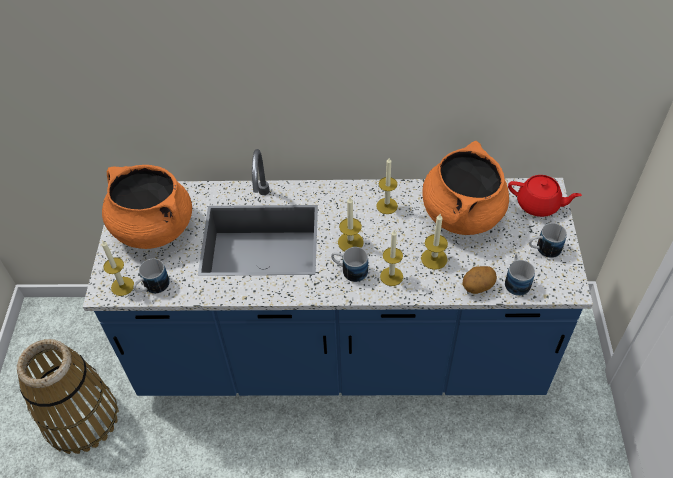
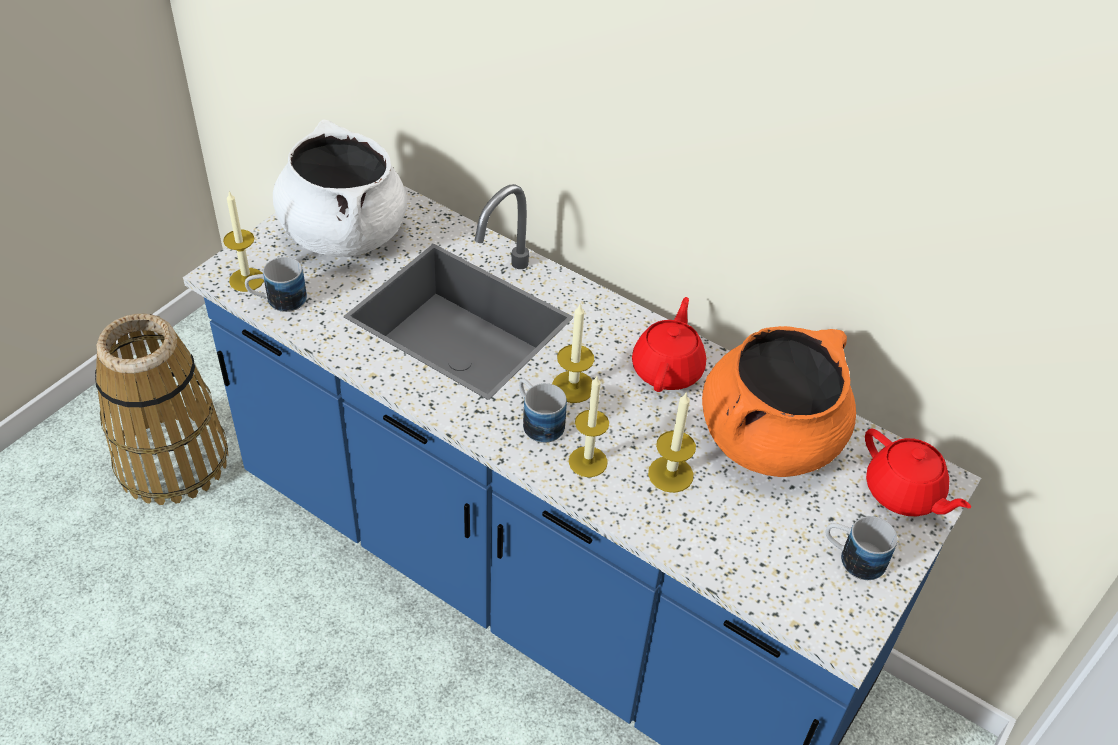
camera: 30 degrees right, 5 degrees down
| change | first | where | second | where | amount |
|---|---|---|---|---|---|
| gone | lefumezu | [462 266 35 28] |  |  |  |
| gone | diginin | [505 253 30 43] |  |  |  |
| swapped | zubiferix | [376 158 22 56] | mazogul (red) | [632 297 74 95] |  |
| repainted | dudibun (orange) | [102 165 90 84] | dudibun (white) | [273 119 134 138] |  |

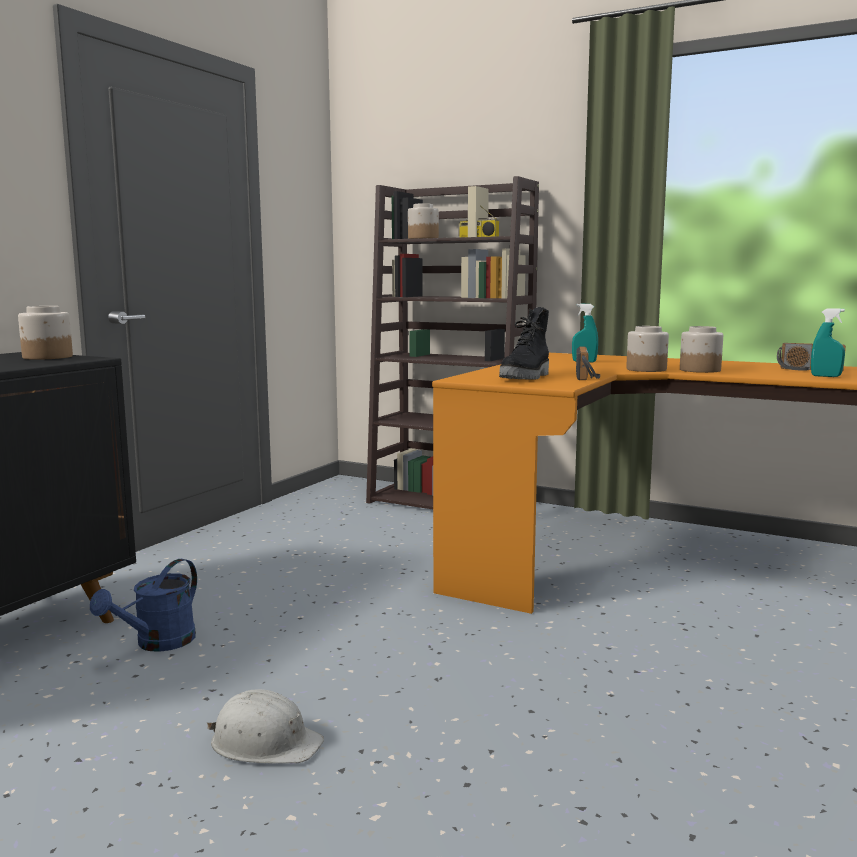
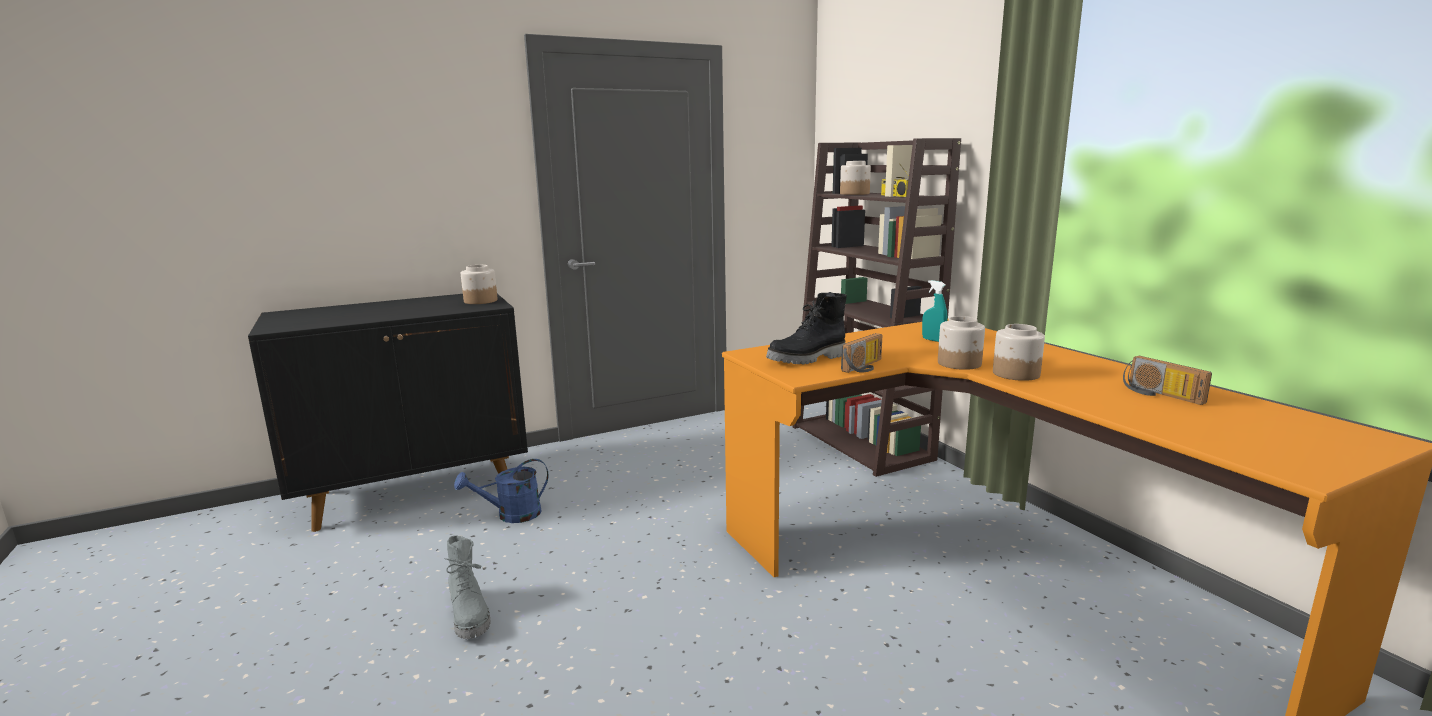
camera: 35 degrees right, 5 degrees up
| change | first | where | second | where | amount |
|---|---|---|---|---|---|
| gone | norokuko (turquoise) | [811 308 34 69] |  |  |  |
| swapped | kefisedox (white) | [207 689 117 74] | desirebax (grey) | [445 535 46 104] |  |

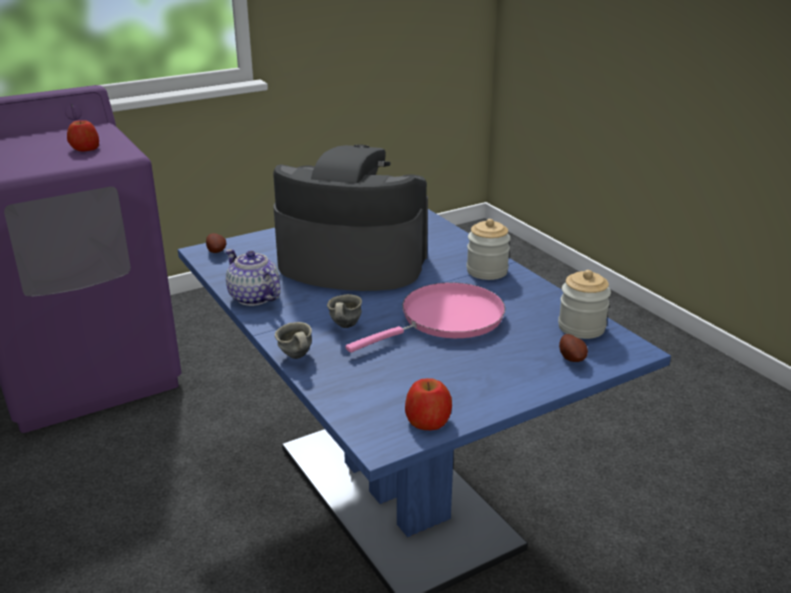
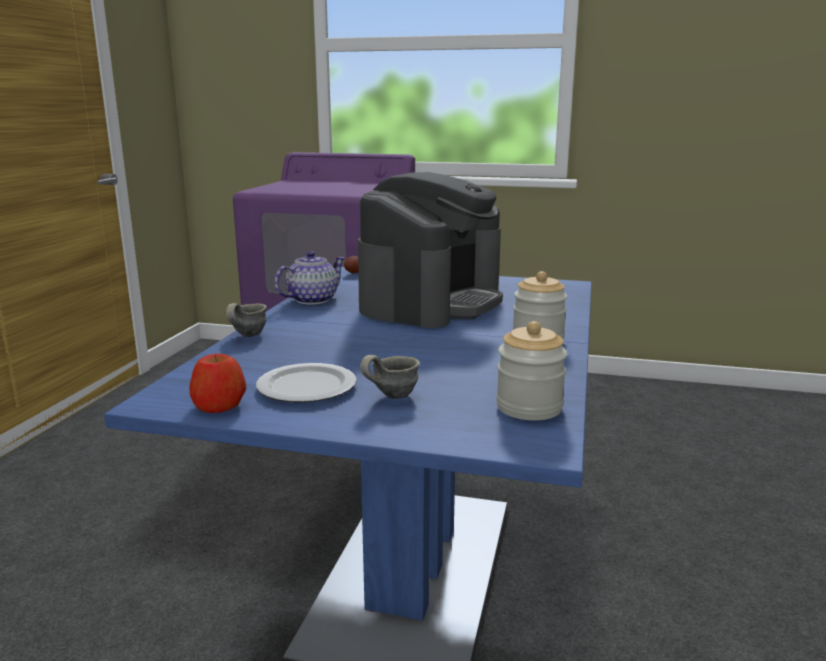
camera: 45 degrees right, 10 degrees down
| change | first | where | second | where | amount |
|---|---|---|---|---|---|
| gone | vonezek | [67 120 32 32] |  |  |  |
| gone | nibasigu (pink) | [346 282 159 71] |  |  |  |
| gone | lefumezu | [559 334 29 28] |  |  |  |
| new |  |  | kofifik | [256 363 101 40] |  |
| shifted | diginin (grey) | [327 294 35 34] |  | [360 355 60 43] |  |
| rotated | mazogul | [225 249 56 57] |  | [275 251 70 54] | 45 degrees clockwise |
| rotated | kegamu | [273 144 155 147] |  | [358 172 145 156] | 60 degrees clockwise |

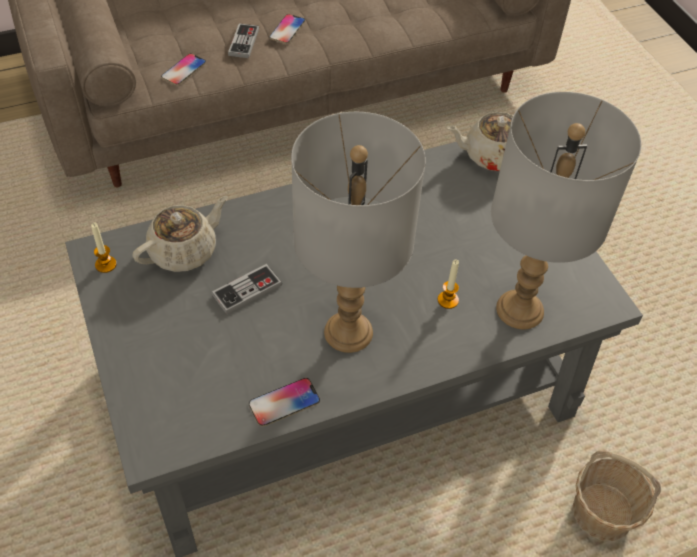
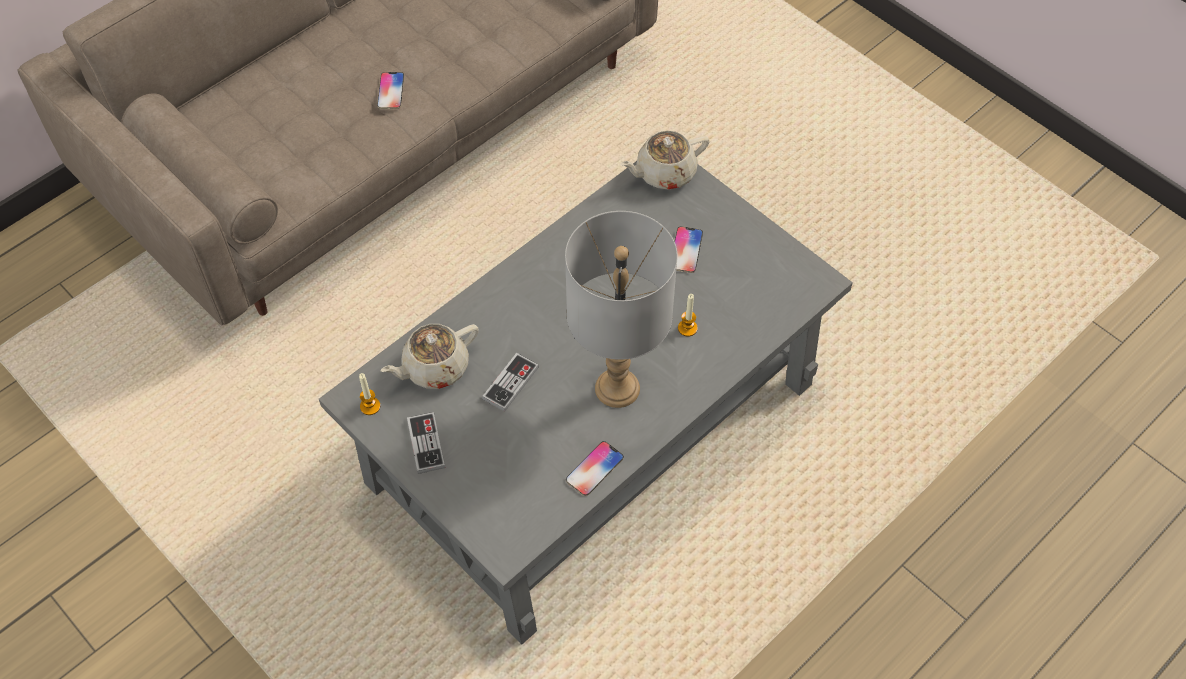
camera: 20 degrees left, 5 degrees up
| change | first | where | second | where | amount |
|---|---|---|---|---|---|
| gone | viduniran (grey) | [491 92 150 237] |  |  |  |
| gone | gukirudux | [573 451 88 90] |  |  |  |
| shifted | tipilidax | [161 54 45 31] |  | [674 226 29 47] |  |
| shifted | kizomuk | [228 23 31 35] |  | [407 412 38 62] |  |
| rotated | mazogul (beige) | [132 196 96 76] |  | [381 324 98 65] | 150 degrees counterclockwise |

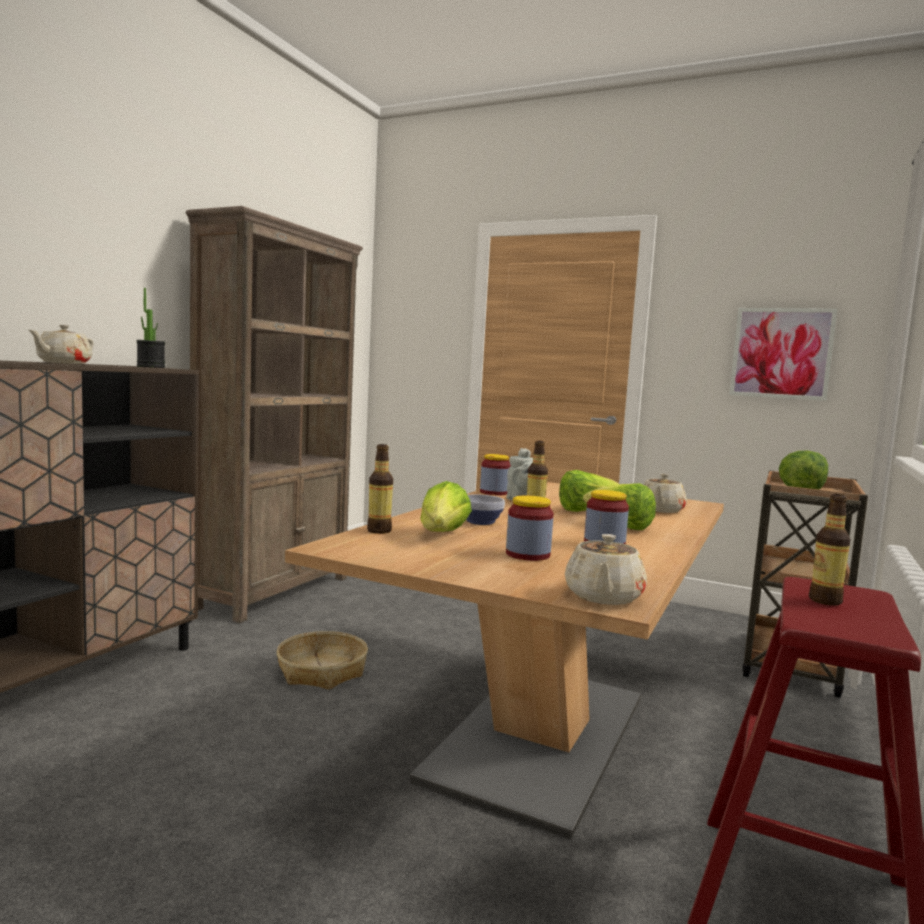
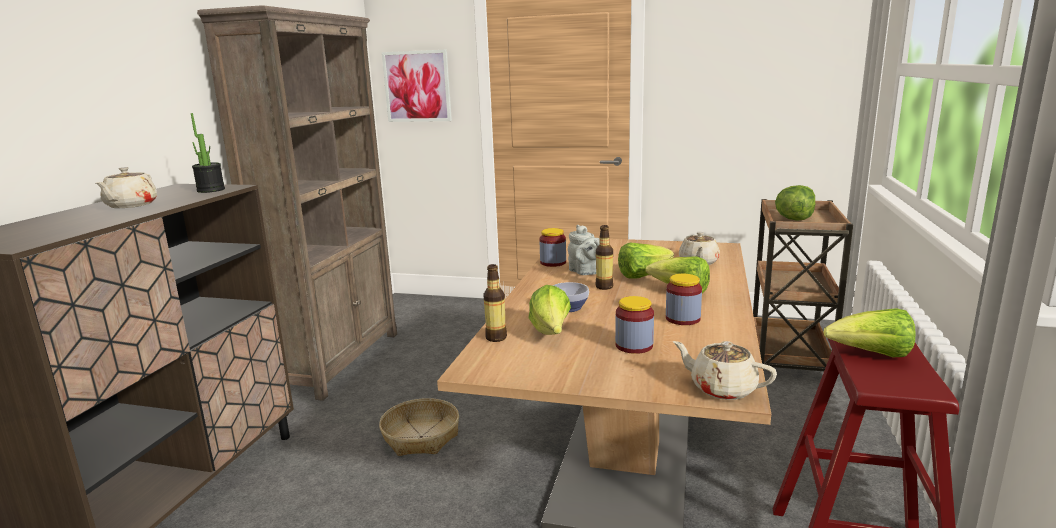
camera: 10 degrees left, 10 degrees up
| change | first | where | second | where | amount |
|---|---|---|---|---|---|
| shifted | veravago | [729 308 108 93] |  | [382 50 70 72] |  |
| swapped | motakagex | [809 494 42 112] | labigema | [824 308 92 49] |  |
| rotated | mazogul (beige) | [565 534 82 71] |  | [673 341 104 59] | 120 degrees clockwise |

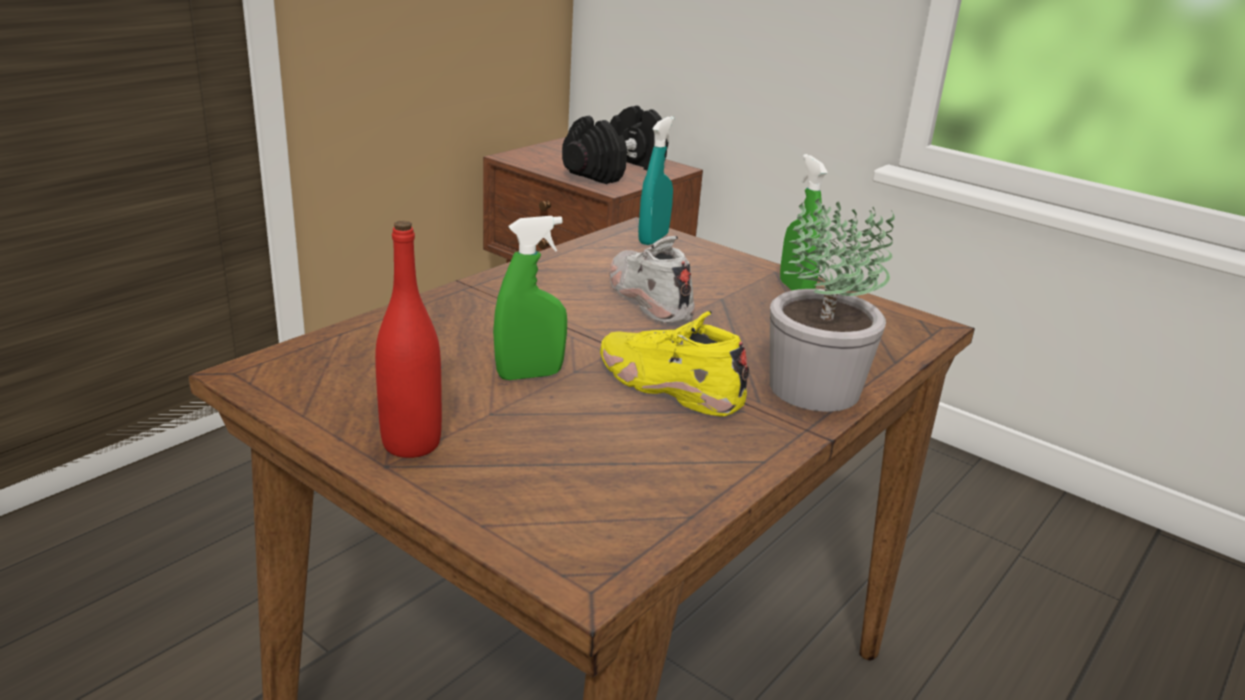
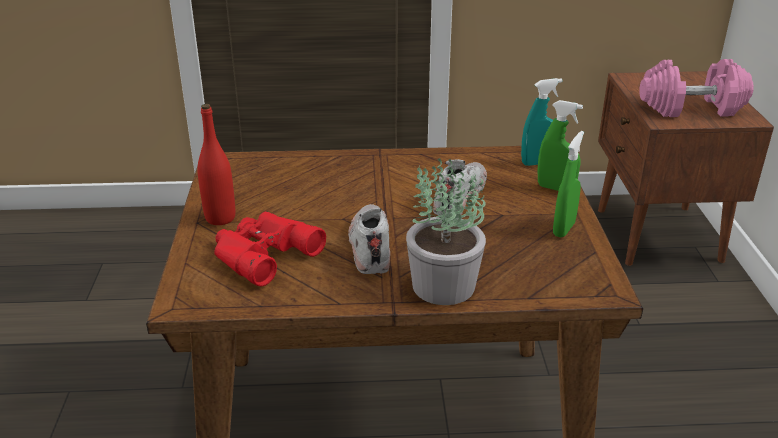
camera: 50 degrees right, 5 degrees up
| change | first | where | second | where | amount |
|---|---|---|---|---|---|
| new |  |  | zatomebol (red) | [214 211 112 75] |  |
| shifted | norokuko (green) | [493 216 74 164] |  | [538 100 45 91] |  |
| repainted | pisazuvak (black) | [562 105 106 79] | pisazuvak (pink) | [639 59 115 58] |  |
| repainted | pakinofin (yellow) | [600 311 150 106] | pakinofin (white) | [348 204 42 70] |  |

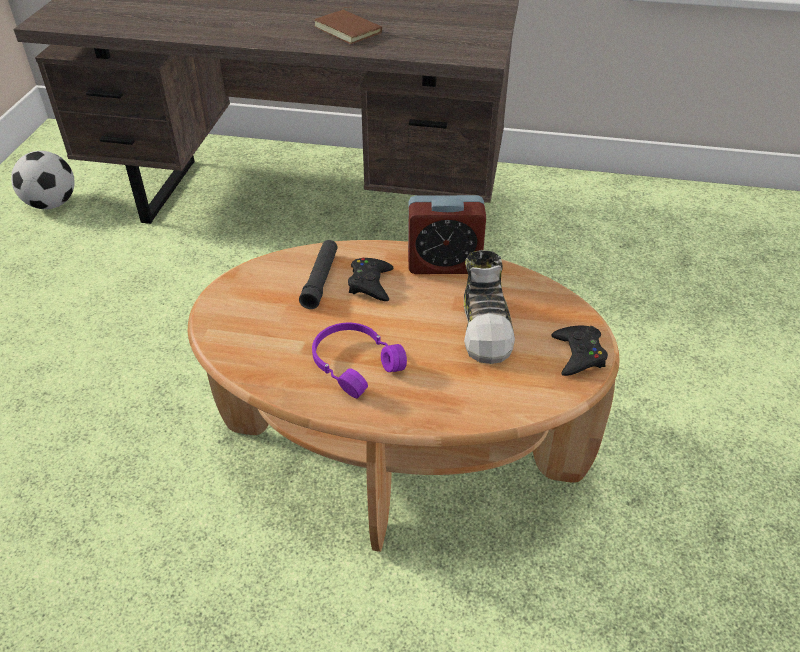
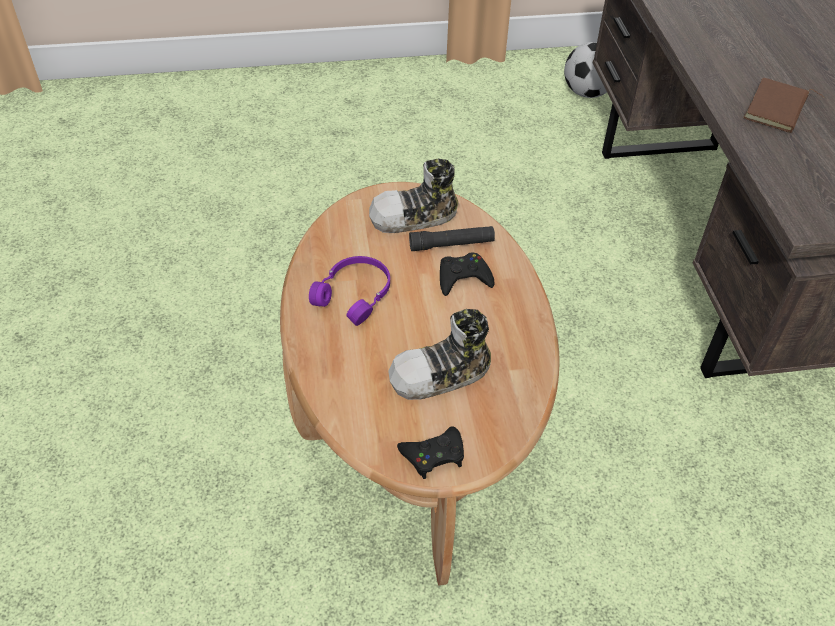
camera: 70 degrees right, 5 degrees up
| change | first | where | second | where | amount |
|---|---|---|---|---|---|
| gone | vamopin | [408 195 78 79] |  |  |  |
| new |  |  | pakinofin | [369 159 90 74] |  |

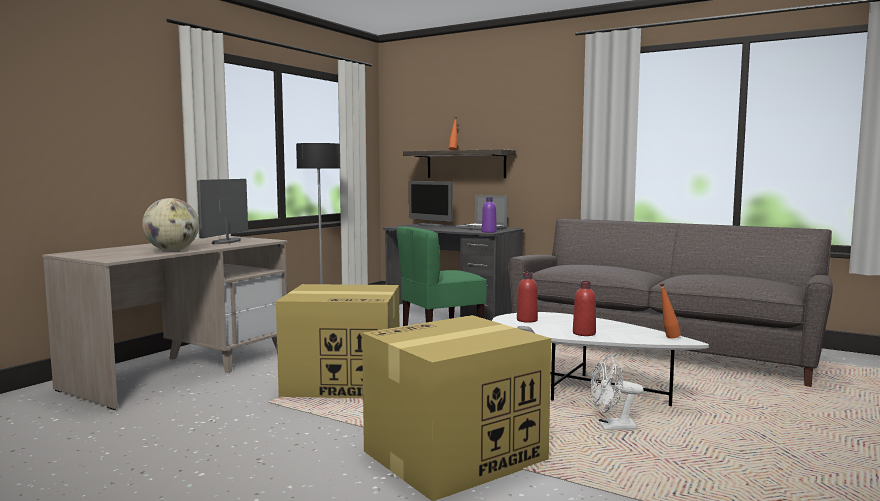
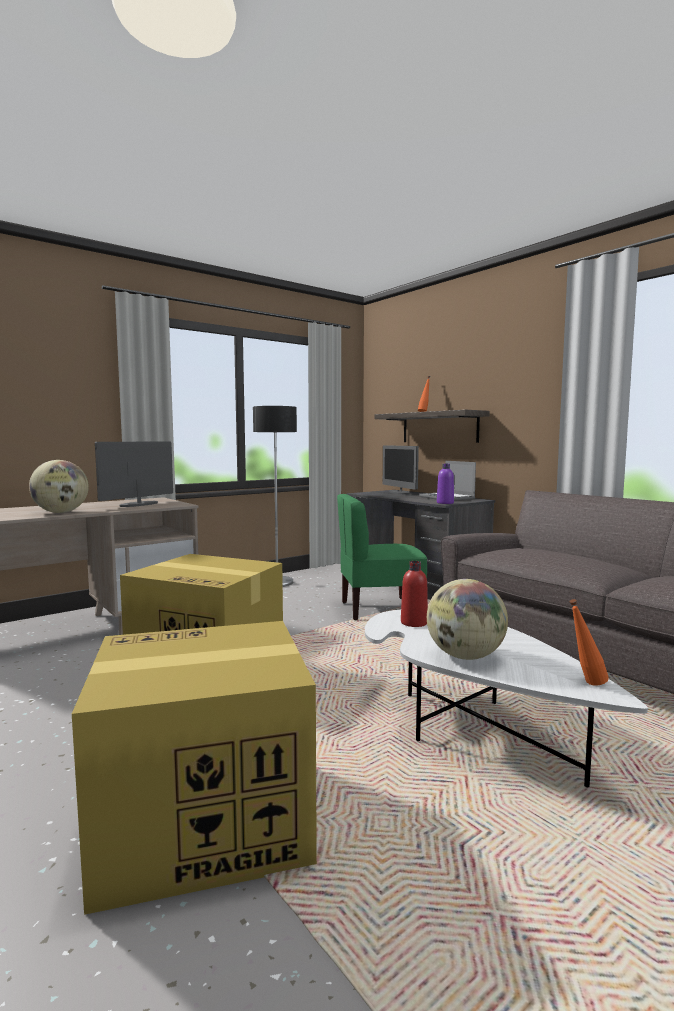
camera: 20 degrees right, 0 degrees up
| change | first | where | second | where | amount |
|---|---|---|---|---|---|
| gone | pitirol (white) | [590 356 54 74] |  |  |  |
| swapped | motakagex (red) | [573 281 23 55] | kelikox | [427 579 81 81] |  |

